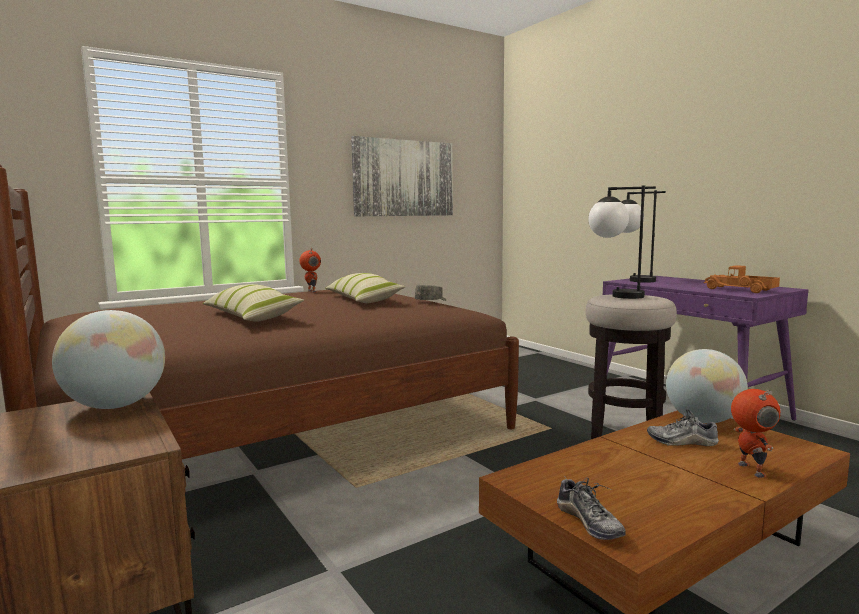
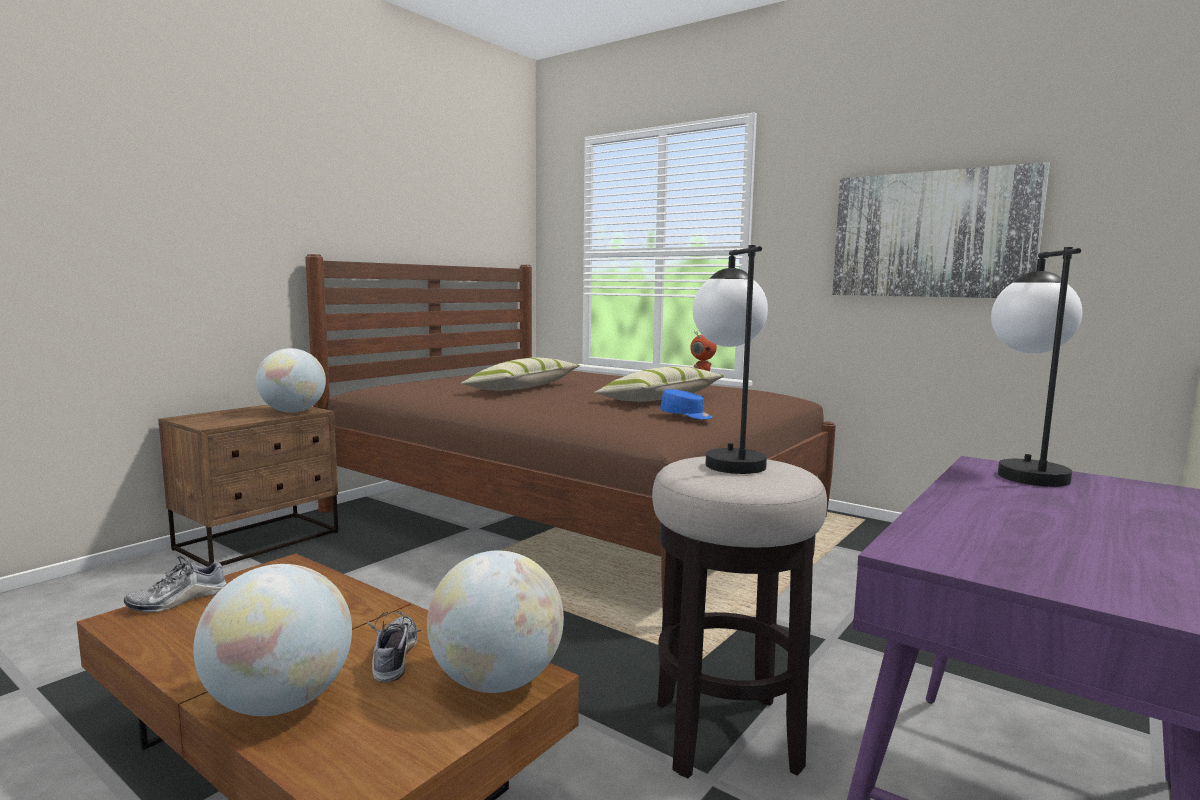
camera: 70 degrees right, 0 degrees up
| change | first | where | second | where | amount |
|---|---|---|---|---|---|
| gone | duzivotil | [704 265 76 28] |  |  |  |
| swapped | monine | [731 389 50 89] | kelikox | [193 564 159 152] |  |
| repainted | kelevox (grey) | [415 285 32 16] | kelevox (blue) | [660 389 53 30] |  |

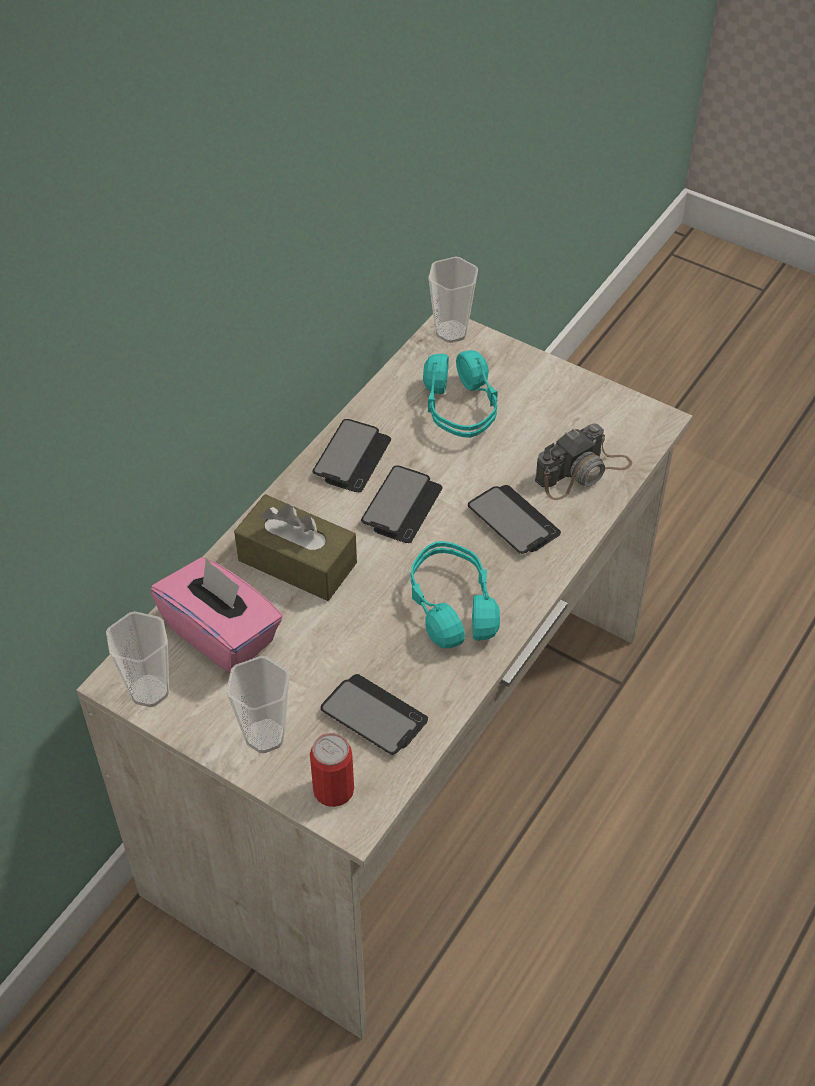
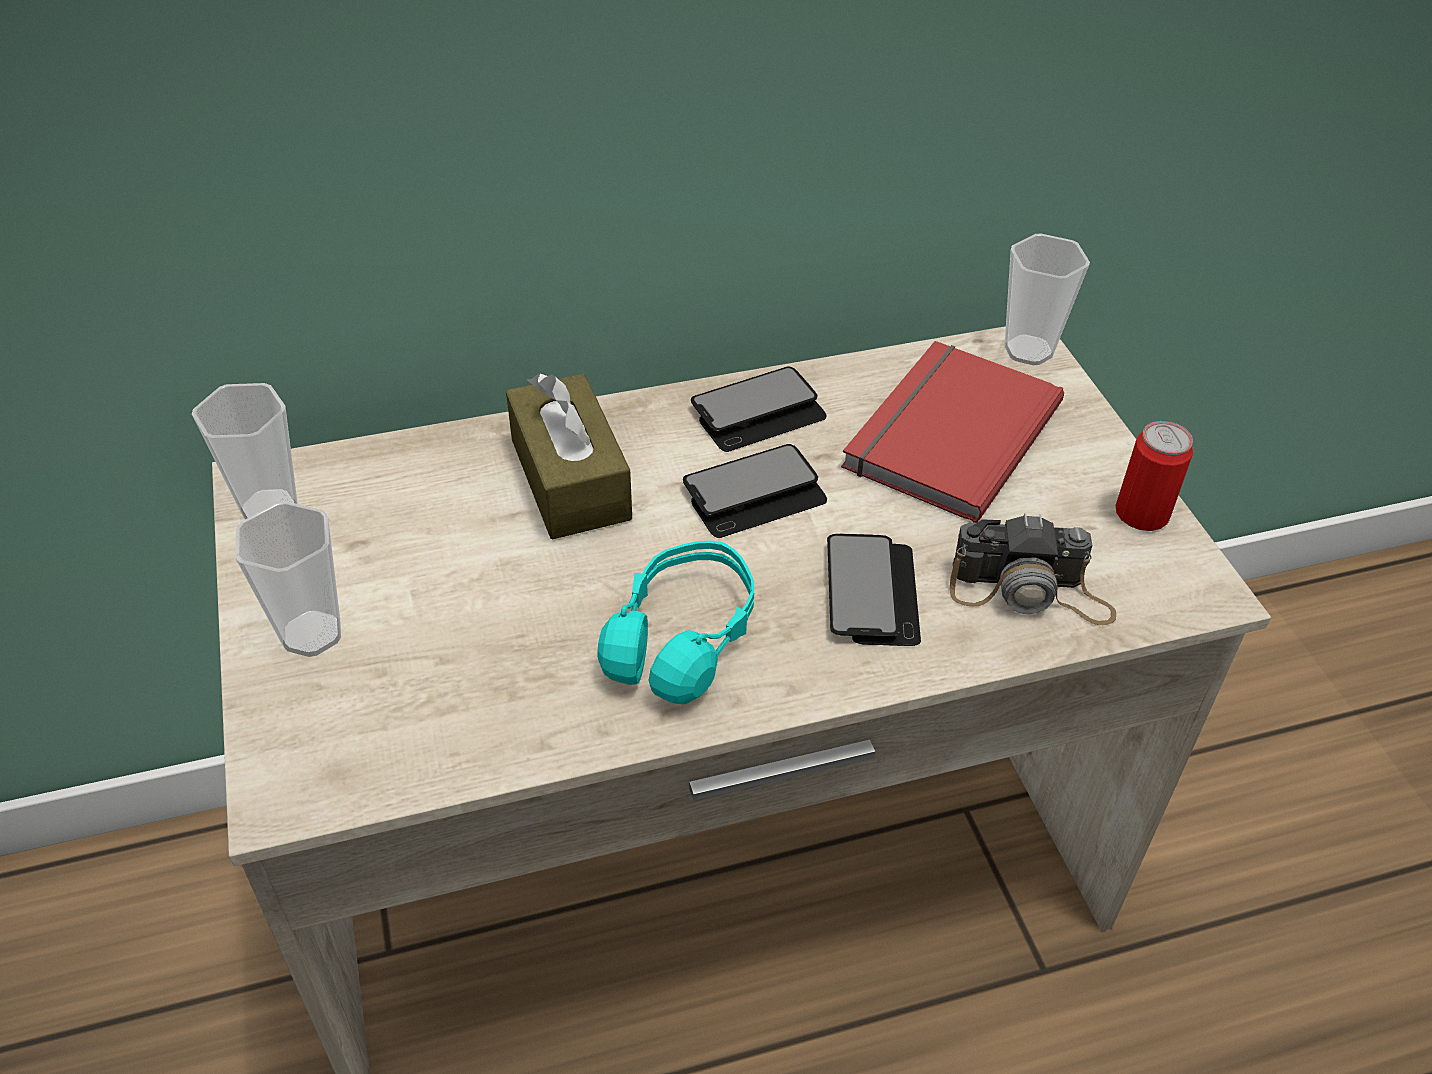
camera: 40 degrees right, 5 degrees down
| change | first | where | second | where | amount |
|---|---|---|---|---|---|
| gone | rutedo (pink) | [150 557 133 116] |  |  |  |
| gone | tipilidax | [321 674 107 81] |  |  |  |
| shifted | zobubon | [310 733 44 74] |  | [1115 421 78 110] |  |
| swapped | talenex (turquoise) | [423 350 75 88] | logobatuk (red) | [841 341 223 182] |  |

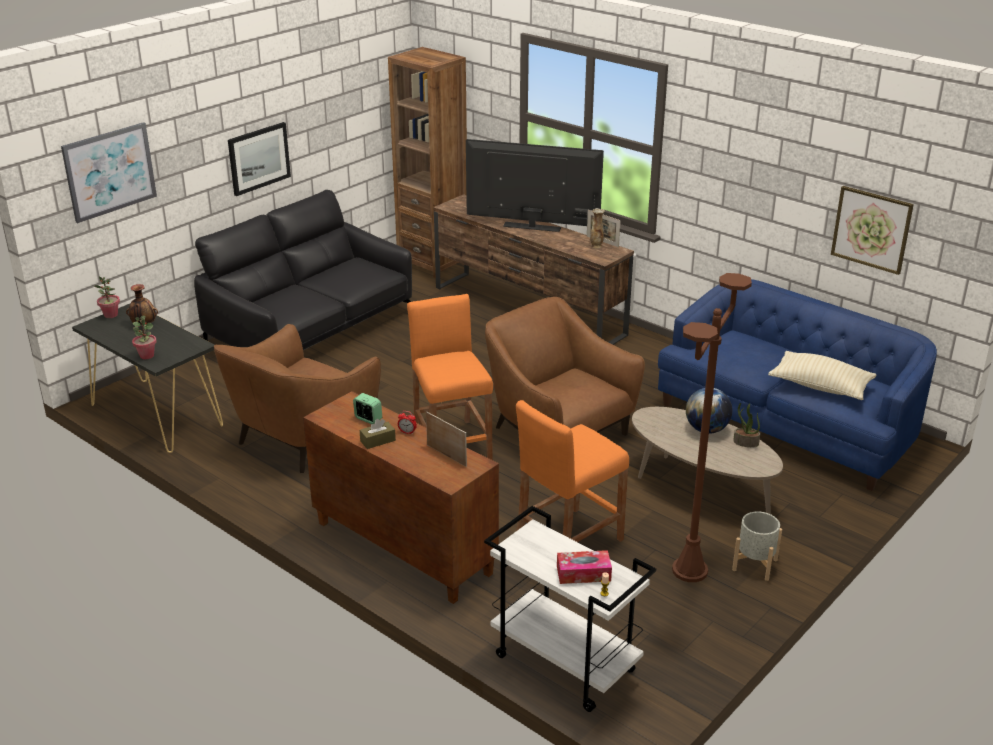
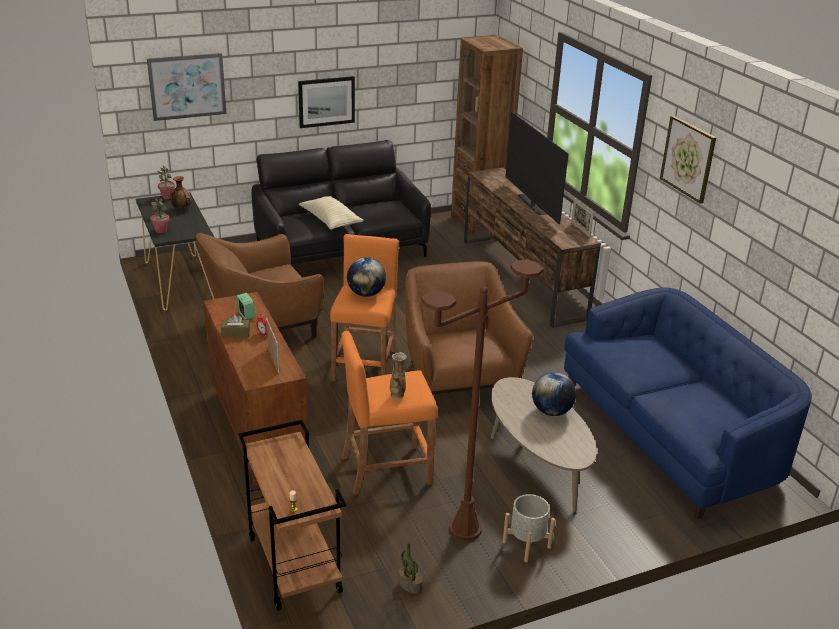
camera: 25 degrees right, 0 degrees up
| change | first | where | second | where | amount |
|---|---|---|---|---|---|
| gone | rutedo | [557 550 55 34] |  |  |  |
| new |  |  | kelikox | [347 257 39 40] |  |
| shifted | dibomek | [590 208 15 40] |  | [390 352 17 47] |  |
| shifted | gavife | [733 403 27 44] |  | [399 543 24 51] |  |
| shifted | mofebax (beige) | [768 351 109 49] |  | [299 196 65 34] |  |
| shifted | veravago | [831 186 83 89] |  | [660 116 56 88] |  |
| repainted | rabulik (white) | [484 506 172 206] | rabulik (brown) | [238 420 108 191] |  |
| rotated | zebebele | [466 139 138 93] |  | [506 112 62 112] | 150 degrees counterclockwise |

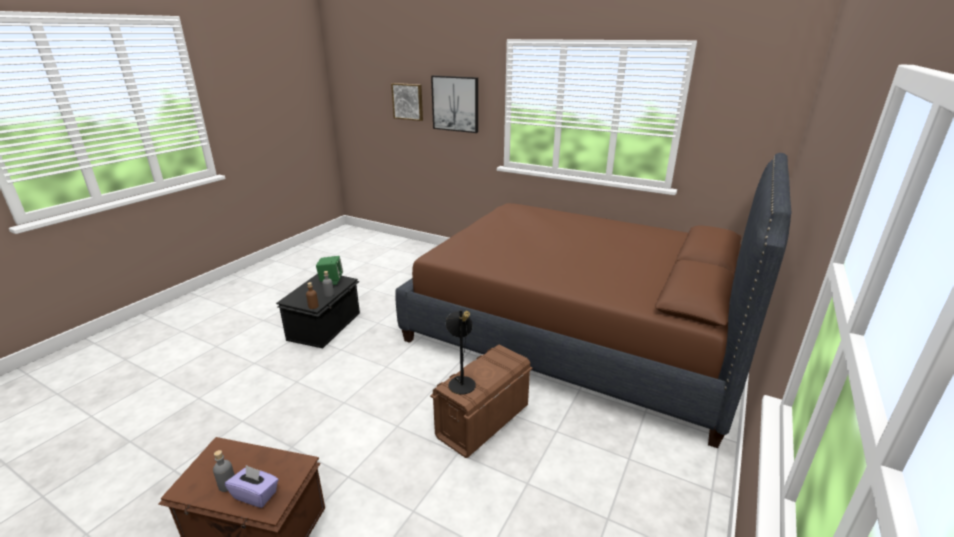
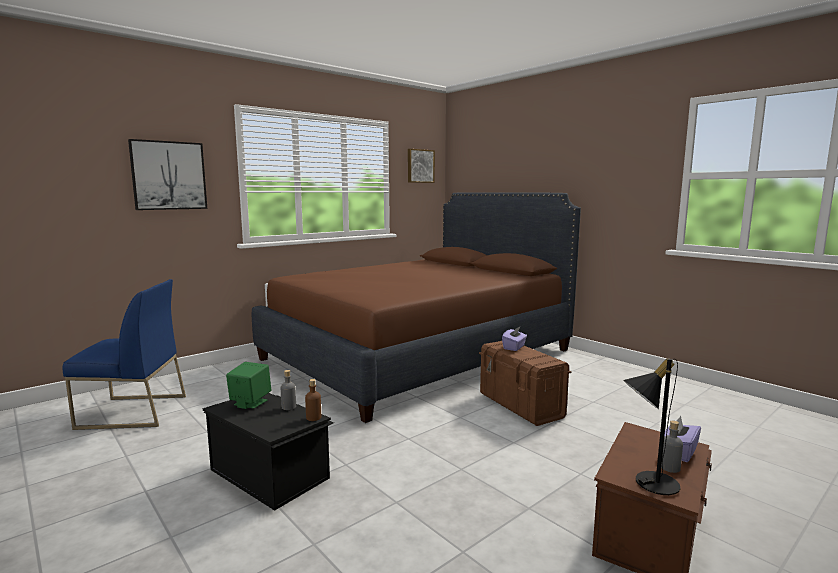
camera: 70 degrees left, 15 degrees down
| change | first | where | second | where | amount |
|---|---|---|---|---|---|
| new |  |  | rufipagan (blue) | [63 279 123 151] |  |
| new |  |  | rutedo (purple) | [502 327 25 24] |  |
| shifted | veravago | [391 83 32 38] |  | [408 149 27 34] |  |
| shifted | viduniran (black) | [446 309 30 86] |  | [623 358 57 137] |  |

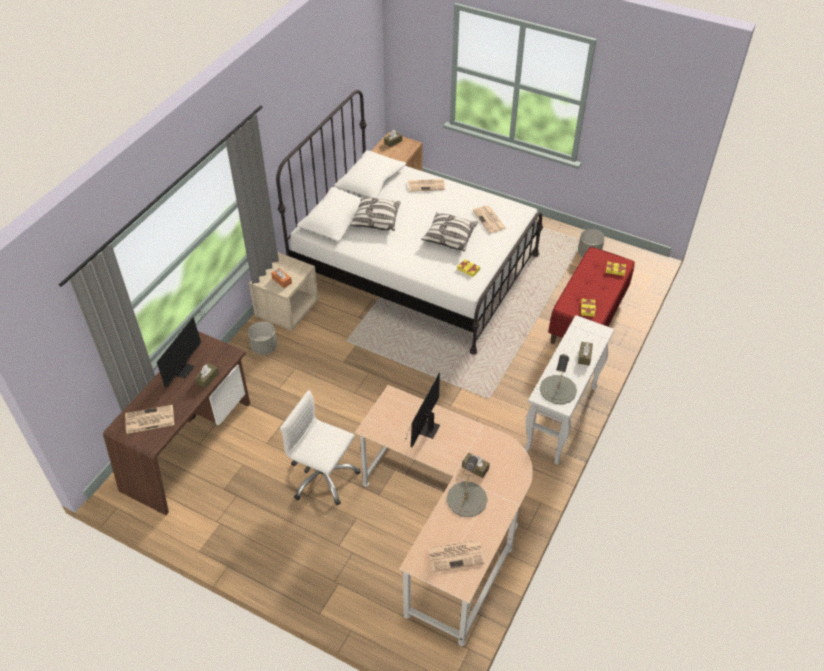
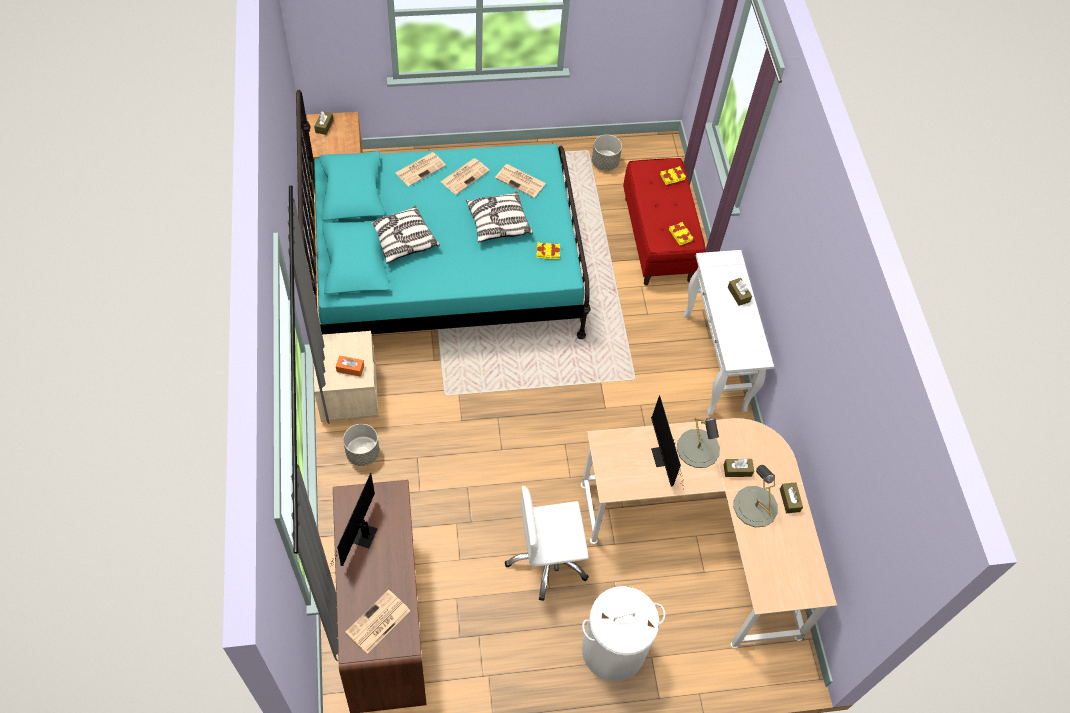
camera: 40 degrees left, 10 degrees up
| change | first | where | second | where | amount |
|---|---|---|---|---|---|
| new |  |  | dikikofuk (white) | [582 586 83 96] |  |
| shifted | rutedo (brown) | [195 363 24 25] |  | [780 482 23 31] |  |
| shifted | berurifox | [428 540 57 32] |  | [441 159 49 36] |  |
| shifted | viduniran (grey) | [540 354 37 50] |  | [677 417 43 51] |  |
| repainted | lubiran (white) | [276 90 267 265] | lubiran (turquoise) | [296 90 295 249] |  |
| rotated | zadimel | [157 312 47 76] |  | [327 473 50 103] | 150 degrees counterclockwise |

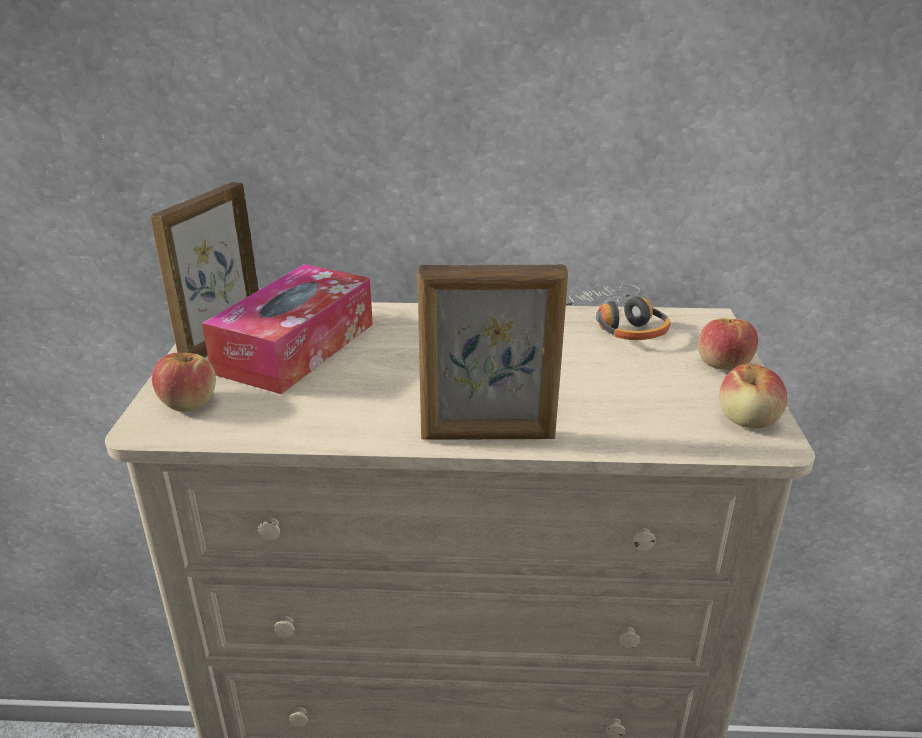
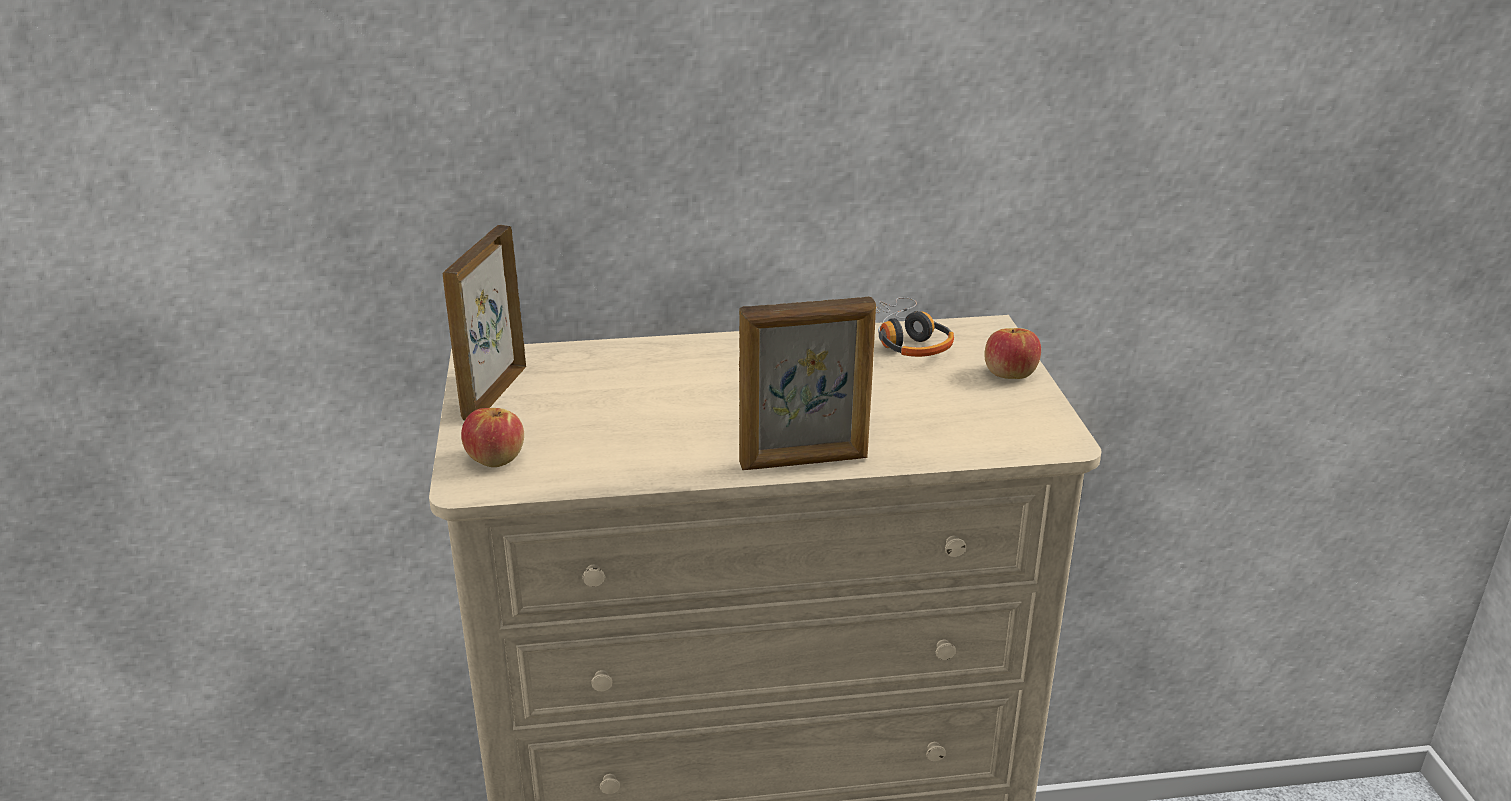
camera: 10 degrees left, 0 degrees up
| change | first | where | second | where | amount |
|---|---|---|---|---|---|
| gone | rutedo | [202 264 171 130] |  |  |  |
| gone | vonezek | [719 364 68 64] |  |  |  |

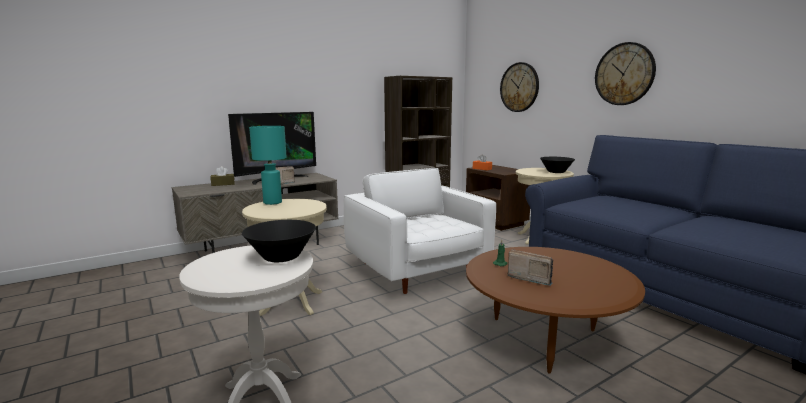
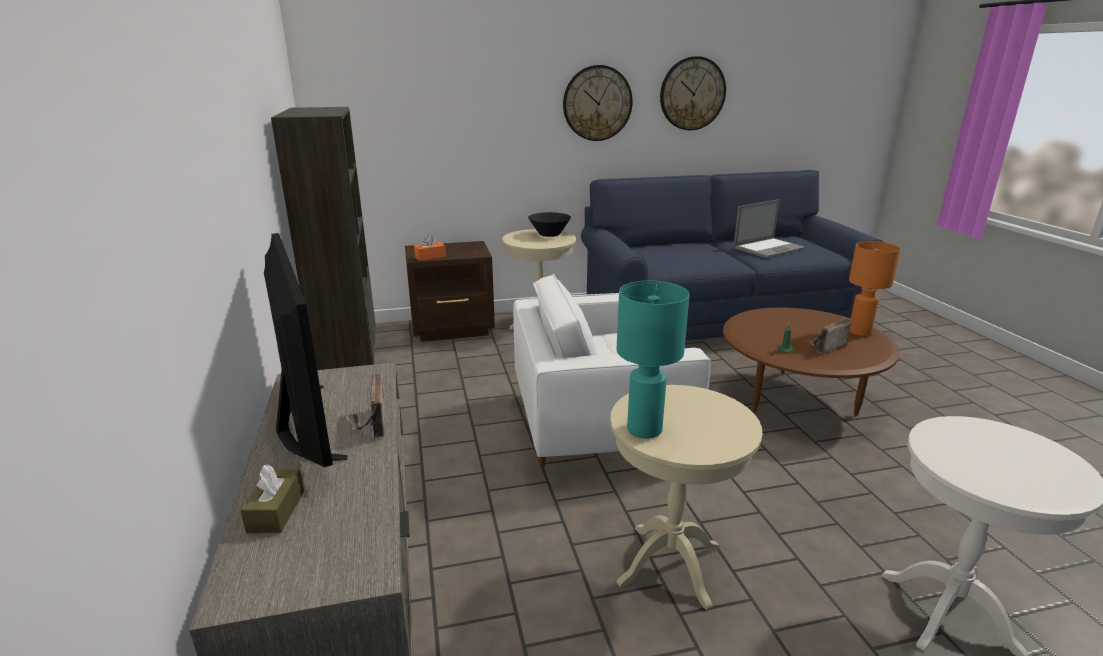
camera: 70 degrees left, 10 degrees up
| change | first | where | second | where | amount |
|---|---|---|---|---|---|
| gone | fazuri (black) | [242 220 74 42] |  |  |  |
| new |  |  | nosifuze | [734 200 73 58] |  |
| new |  |  | viduniran (orange) | [849 241 52 95] |  |
| shifted | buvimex | [500 62 39 50] |  | [660 56 66 74] |  |

